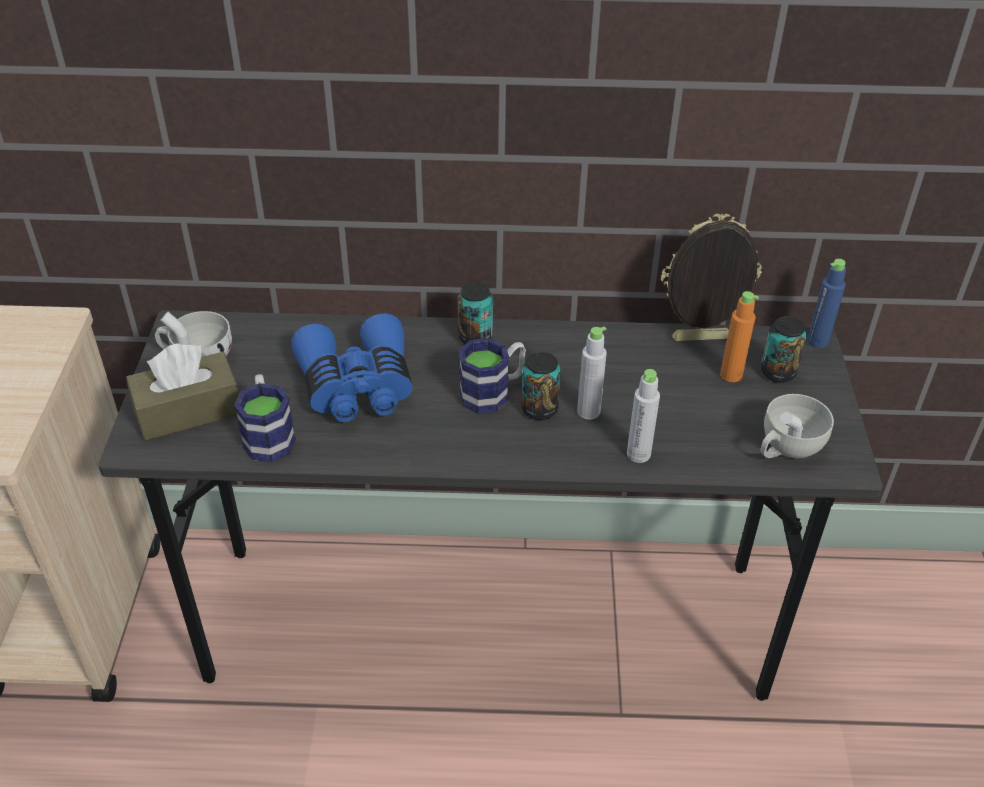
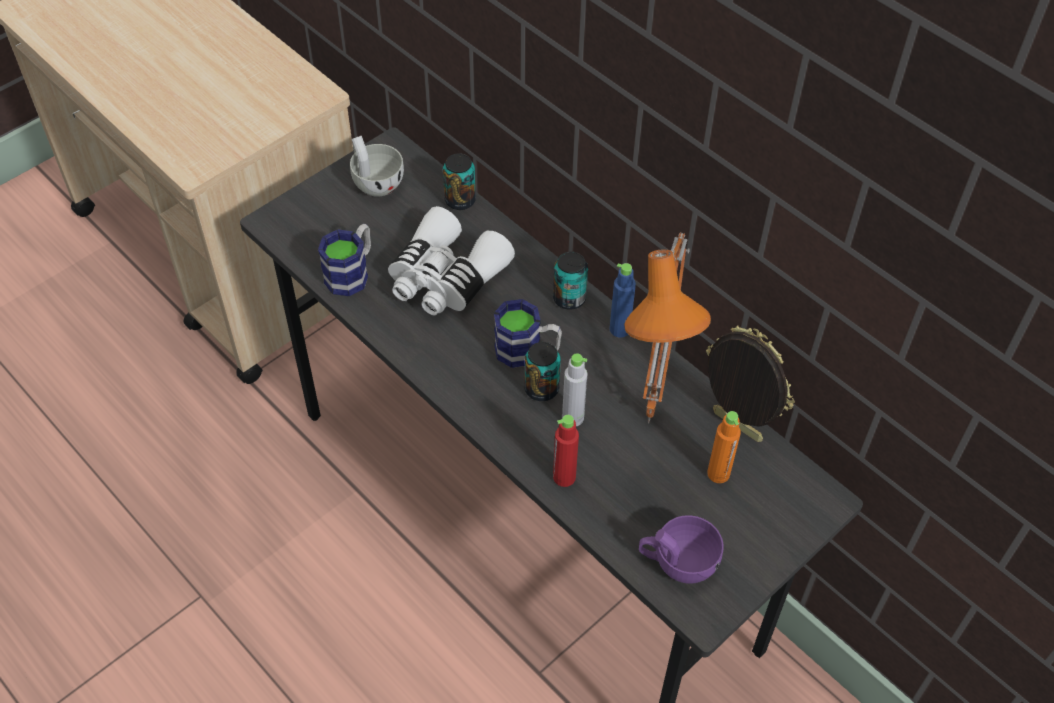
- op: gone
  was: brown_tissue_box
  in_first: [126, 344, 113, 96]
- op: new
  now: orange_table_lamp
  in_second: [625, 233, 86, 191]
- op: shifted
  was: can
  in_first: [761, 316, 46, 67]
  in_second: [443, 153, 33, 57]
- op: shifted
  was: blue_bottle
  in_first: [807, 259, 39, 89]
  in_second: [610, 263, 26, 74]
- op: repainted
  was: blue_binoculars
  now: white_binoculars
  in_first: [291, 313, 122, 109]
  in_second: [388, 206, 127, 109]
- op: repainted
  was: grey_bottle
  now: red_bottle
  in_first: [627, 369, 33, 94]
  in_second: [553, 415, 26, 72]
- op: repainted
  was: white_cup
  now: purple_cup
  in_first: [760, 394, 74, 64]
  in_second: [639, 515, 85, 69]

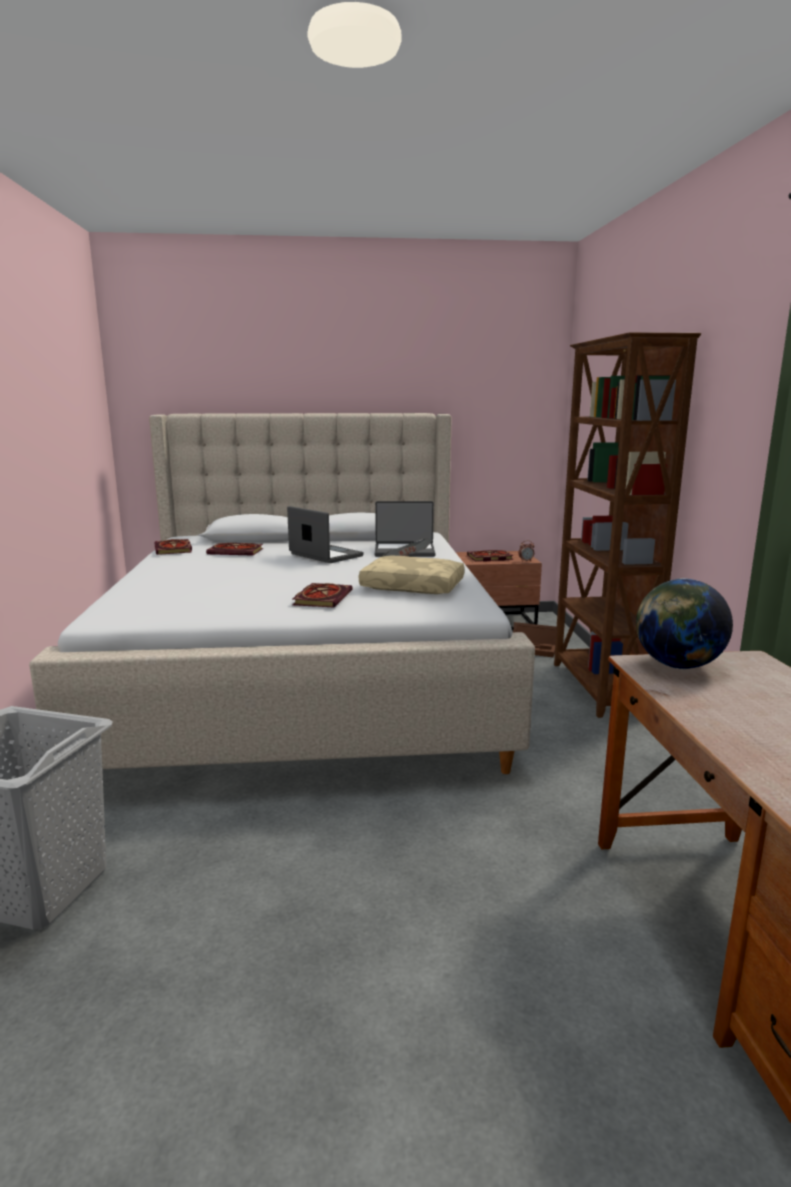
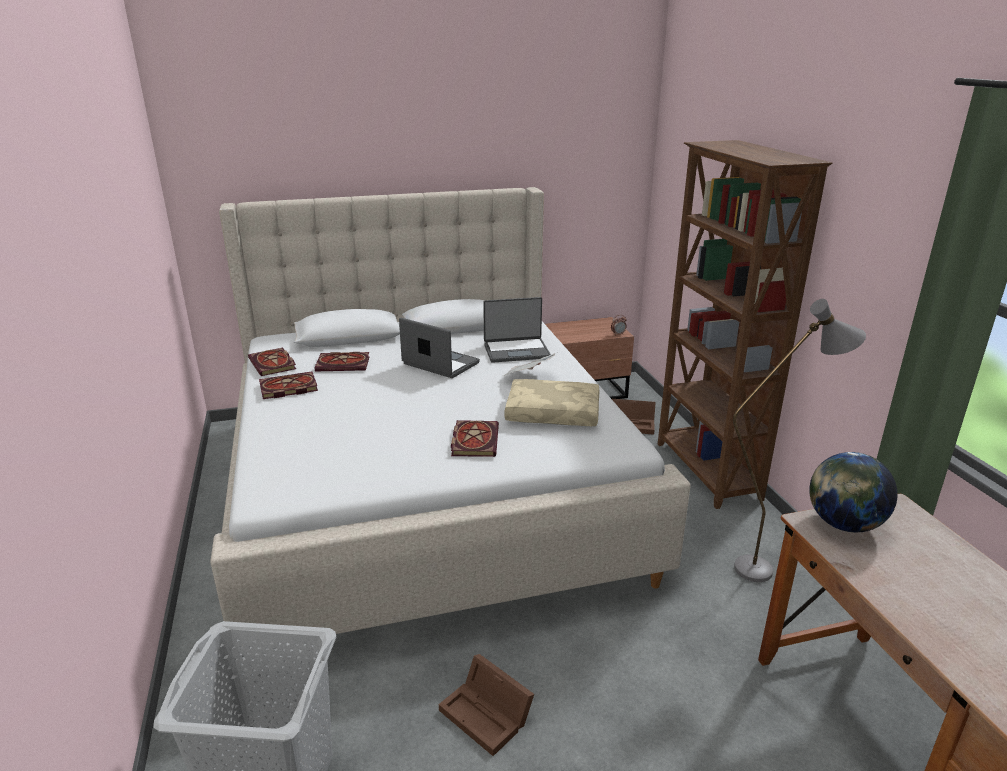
- op: new
  now: brown_storage_box
  in_second: [439, 654, 95, 102]
- op: new
  now: grey_floor_lamp
  in_second: [733, 299, 133, 283]
- op: shifted
  was: book
  in_first: [467, 550, 46, 12]
  in_second: [259, 371, 59, 28]

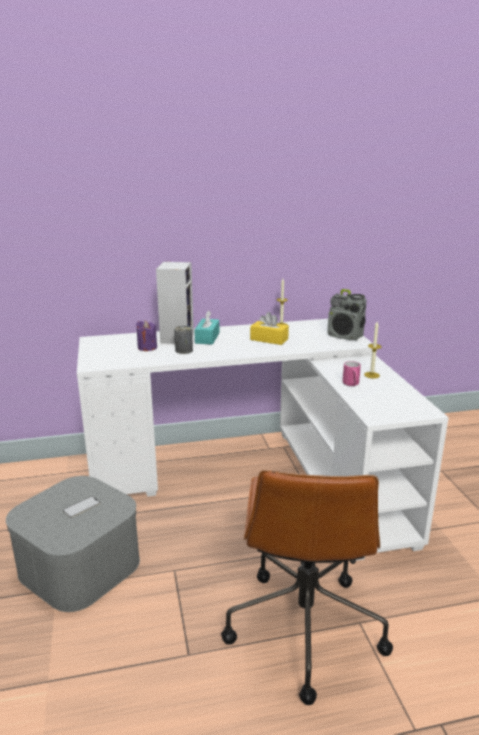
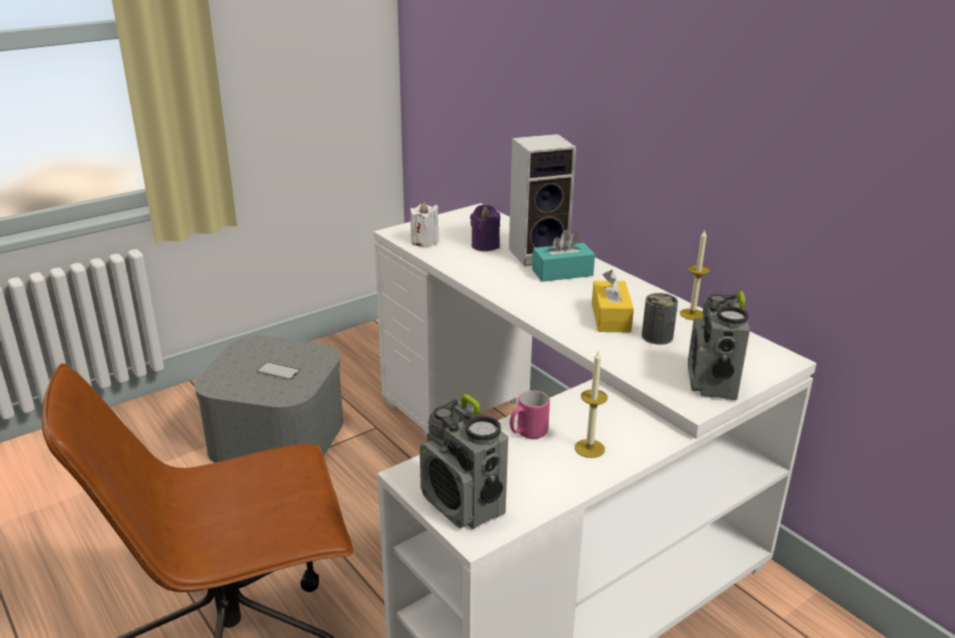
- op: new
  now: white_candle
  in_second: [410, 202, 29, 45]
- op: new
  now: radio
  in_second: [420, 394, 88, 135]
- op: shifted
  was: can
  in_first: [174, 326, 19, 28]
  in_second: [642, 293, 36, 52]

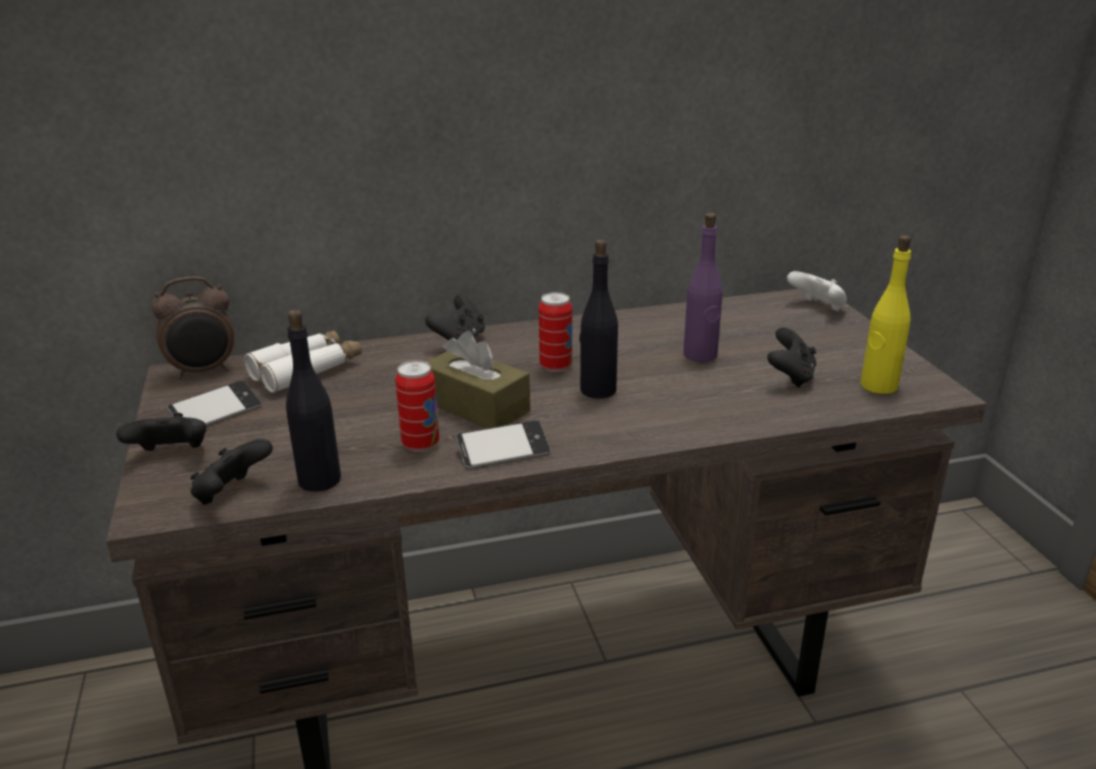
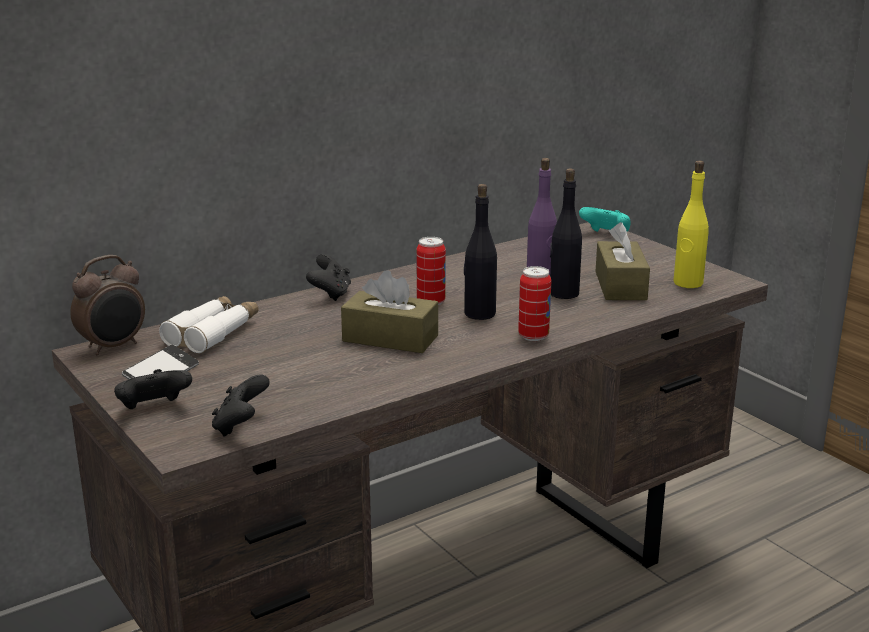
- op: gone
  was: phone
  in_first: [456, 420, 95, 49]
- op: shifted
  was: black_bottle
  in_first: [286, 310, 55, 182]
  in_second: [550, 169, 32, 130]
- op: shifted
  was: can
  in_first: [395, 360, 44, 92]
  in_second: [518, 266, 33, 75]
- op: swapped
  was: black_game_controller
  now: brown_tissue_box
  in_first: [767, 327, 49, 61]
  in_second: [595, 222, 55, 78]
- op: repainted
  was: white_game_controller
  now: turquoise_game_controller
  in_first: [787, 271, 60, 40]
  in_second: [579, 207, 52, 25]

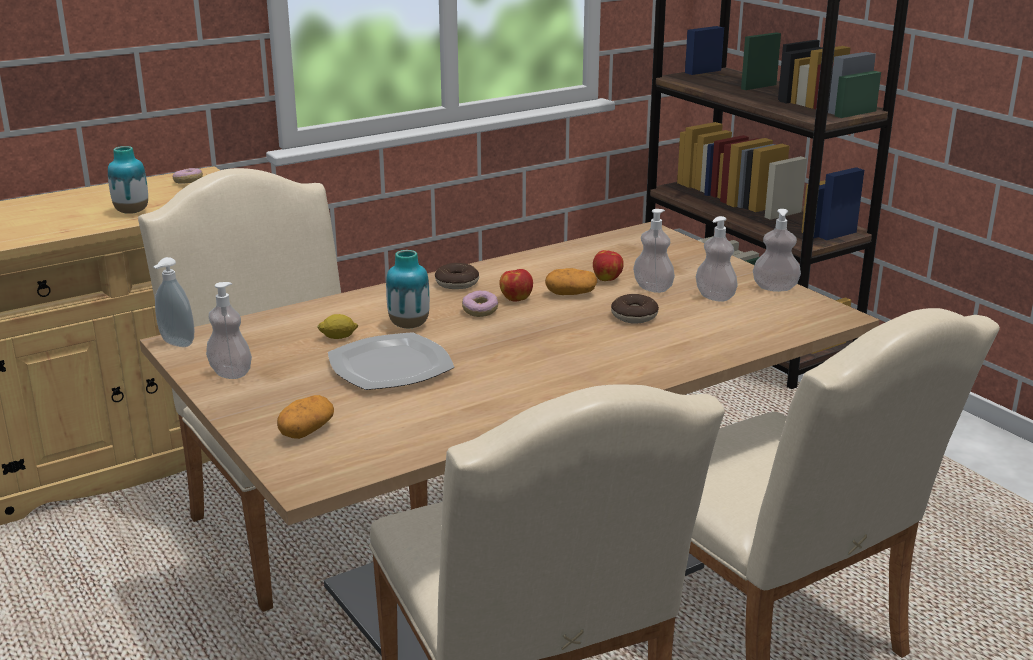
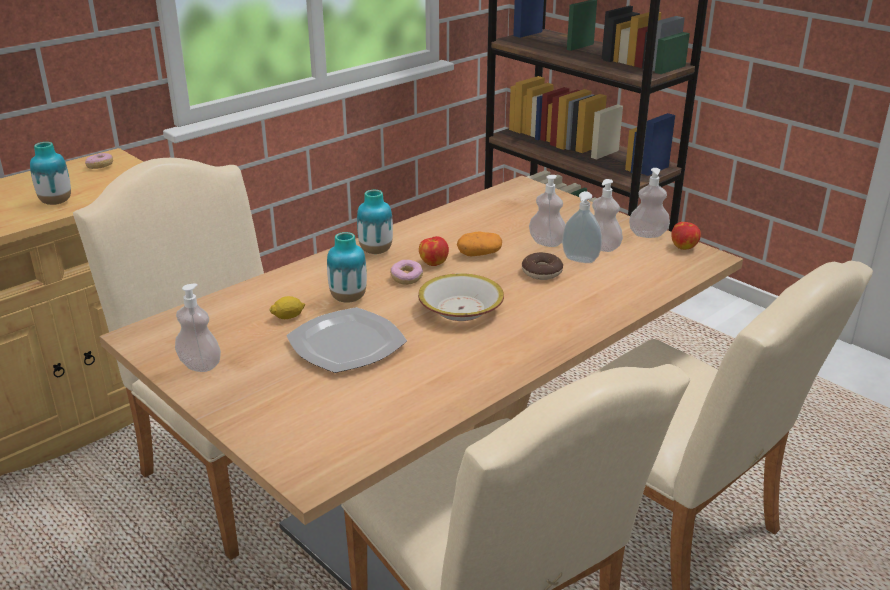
- op: gone
  was: potato
  in_first: [277, 395, 57, 44]
- op: new
  now: bowl
  in_second: [418, 273, 86, 48]
- op: shifted
  was: soap_dispenser
  in_first: [153, 257, 41, 90]
  in_second: [562, 191, 40, 72]
- op: shifted
  was: apple
  in_first: [593, 250, 31, 31]
  in_second: [671, 222, 30, 28]
- op: swapped
  was: donut
  now: vase
  in_first: [435, 263, 44, 26]
  in_second: [357, 190, 36, 64]

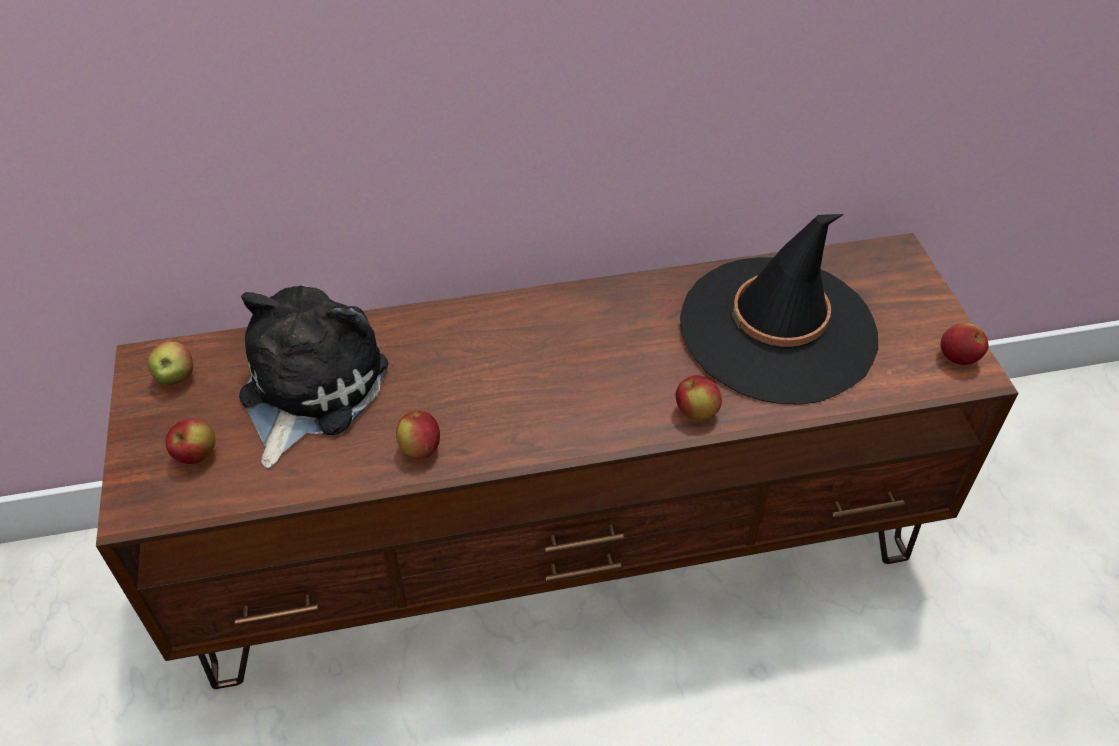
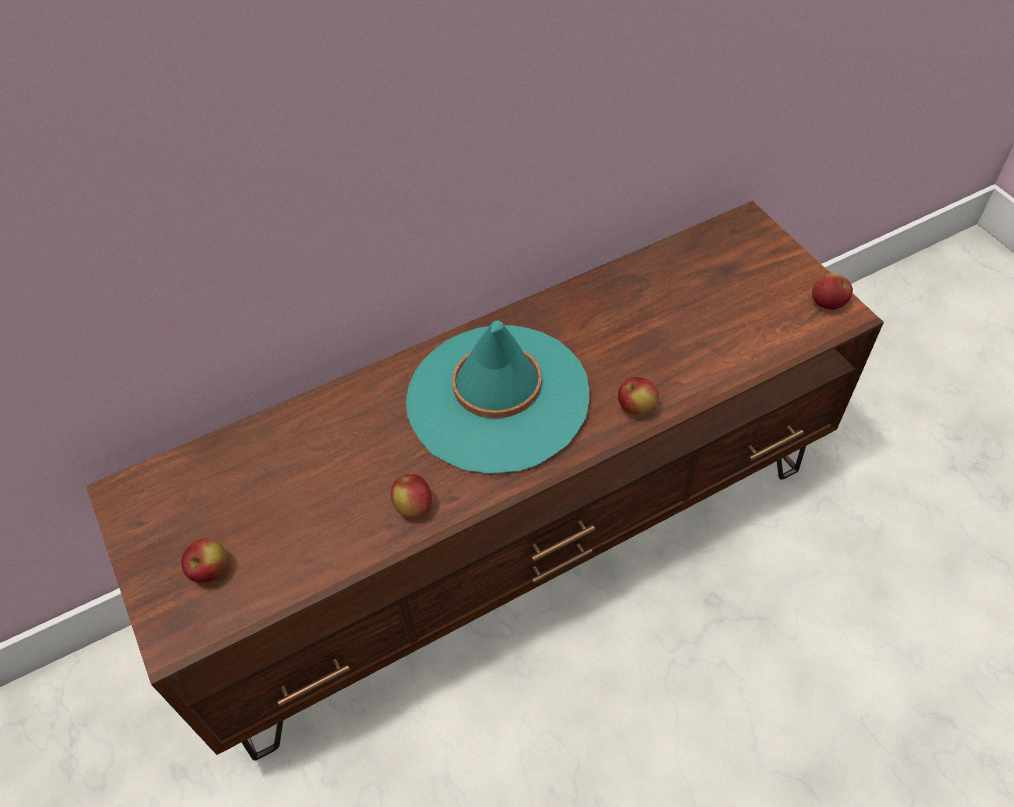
- op: gone
  was: apple
  in_first: [148, 341, 45, 44]
- op: gone
  was: plush_toy
  in_first: [239, 285, 149, 183]
- op: gone
  was: black_hat
  in_first: [680, 214, 198, 191]
- op: new
  now: turquoise_hat
  in_second: [406, 321, 183, 153]

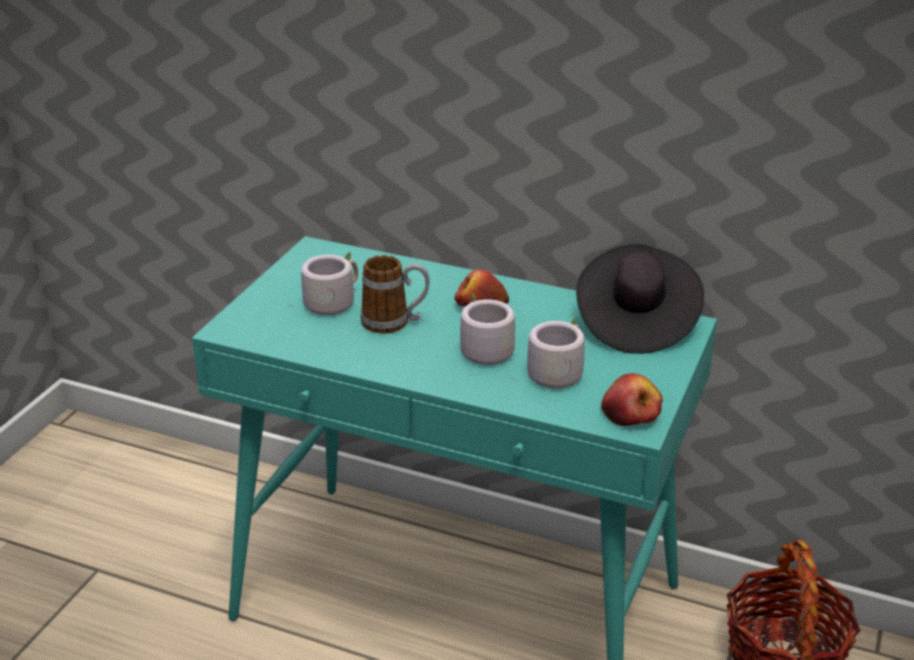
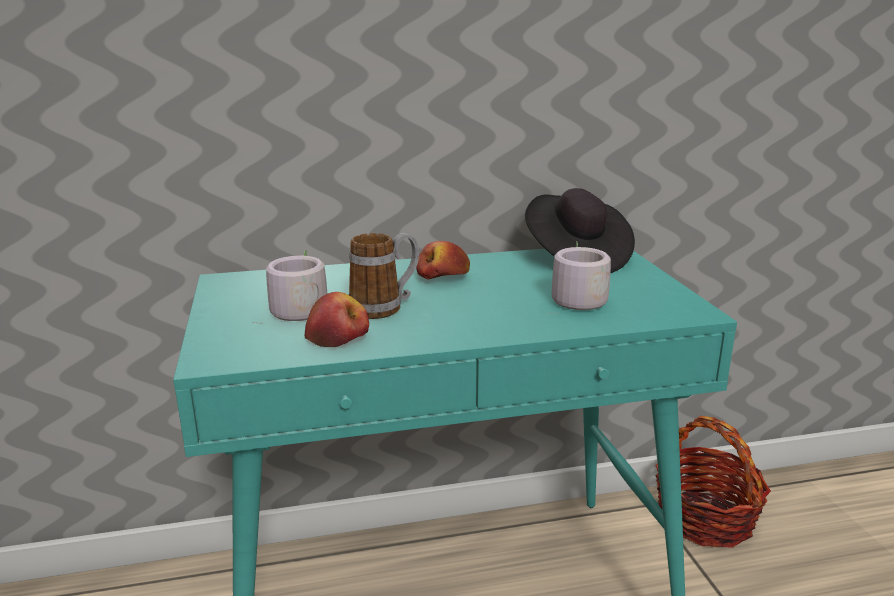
- op: gone
  was: grey_mug
  in_first: [460, 294, 55, 82]
- op: shifted
  was: apple
  in_first: [601, 373, 62, 53]
  in_second: [304, 292, 65, 55]

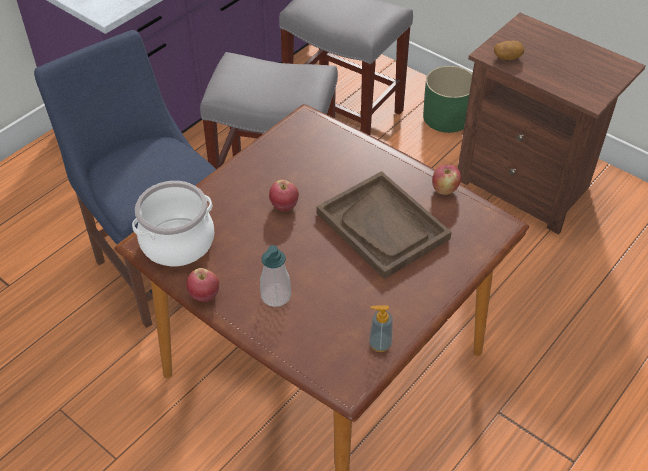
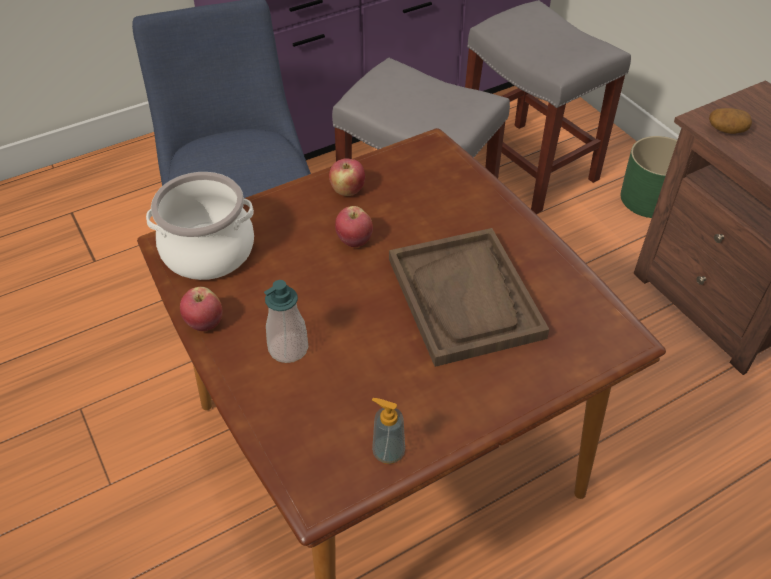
- op: shifted
  was: apple
  in_first: [432, 165, 29, 30]
  in_second: [329, 158, 36, 38]

